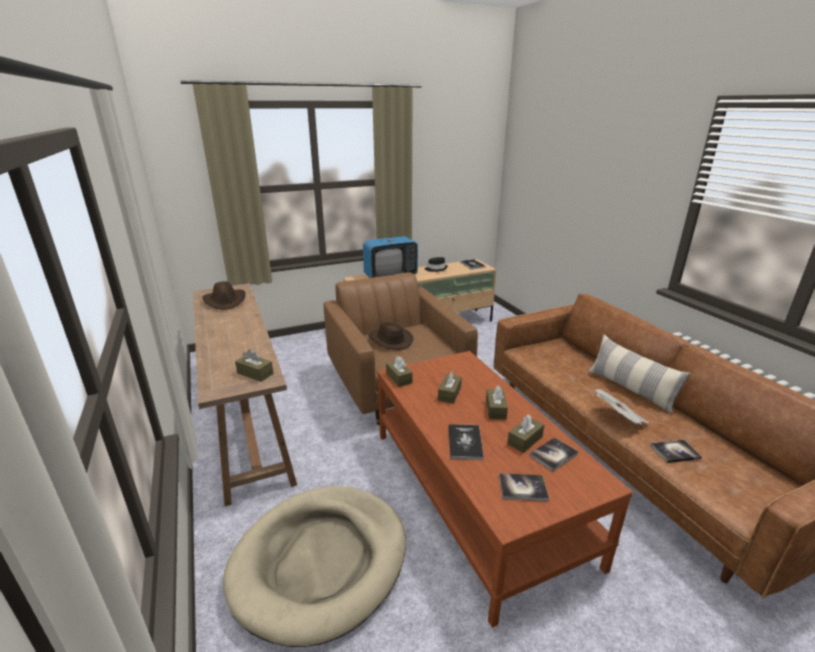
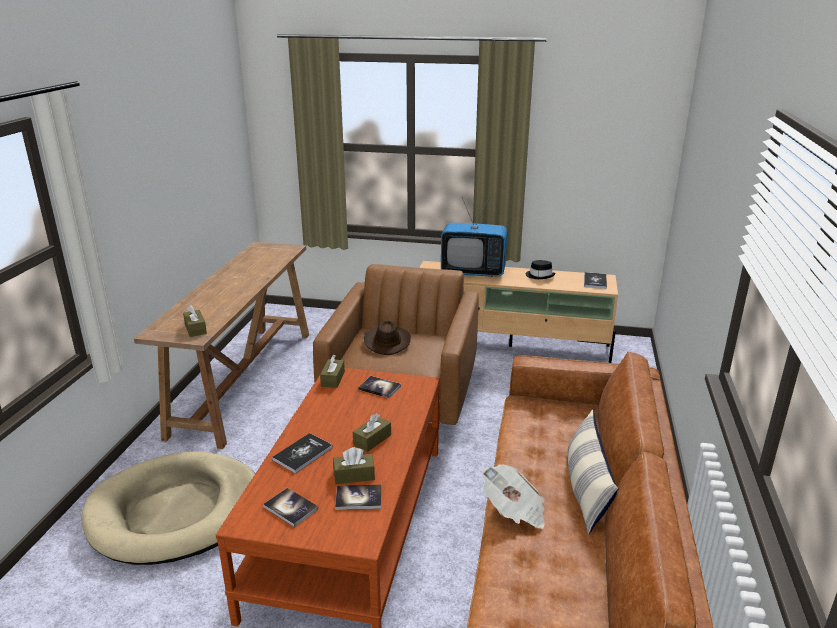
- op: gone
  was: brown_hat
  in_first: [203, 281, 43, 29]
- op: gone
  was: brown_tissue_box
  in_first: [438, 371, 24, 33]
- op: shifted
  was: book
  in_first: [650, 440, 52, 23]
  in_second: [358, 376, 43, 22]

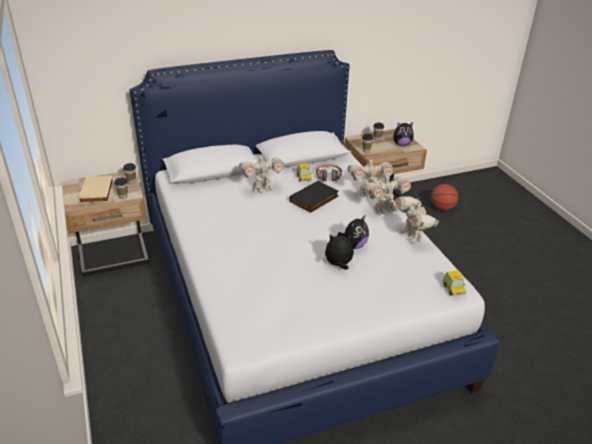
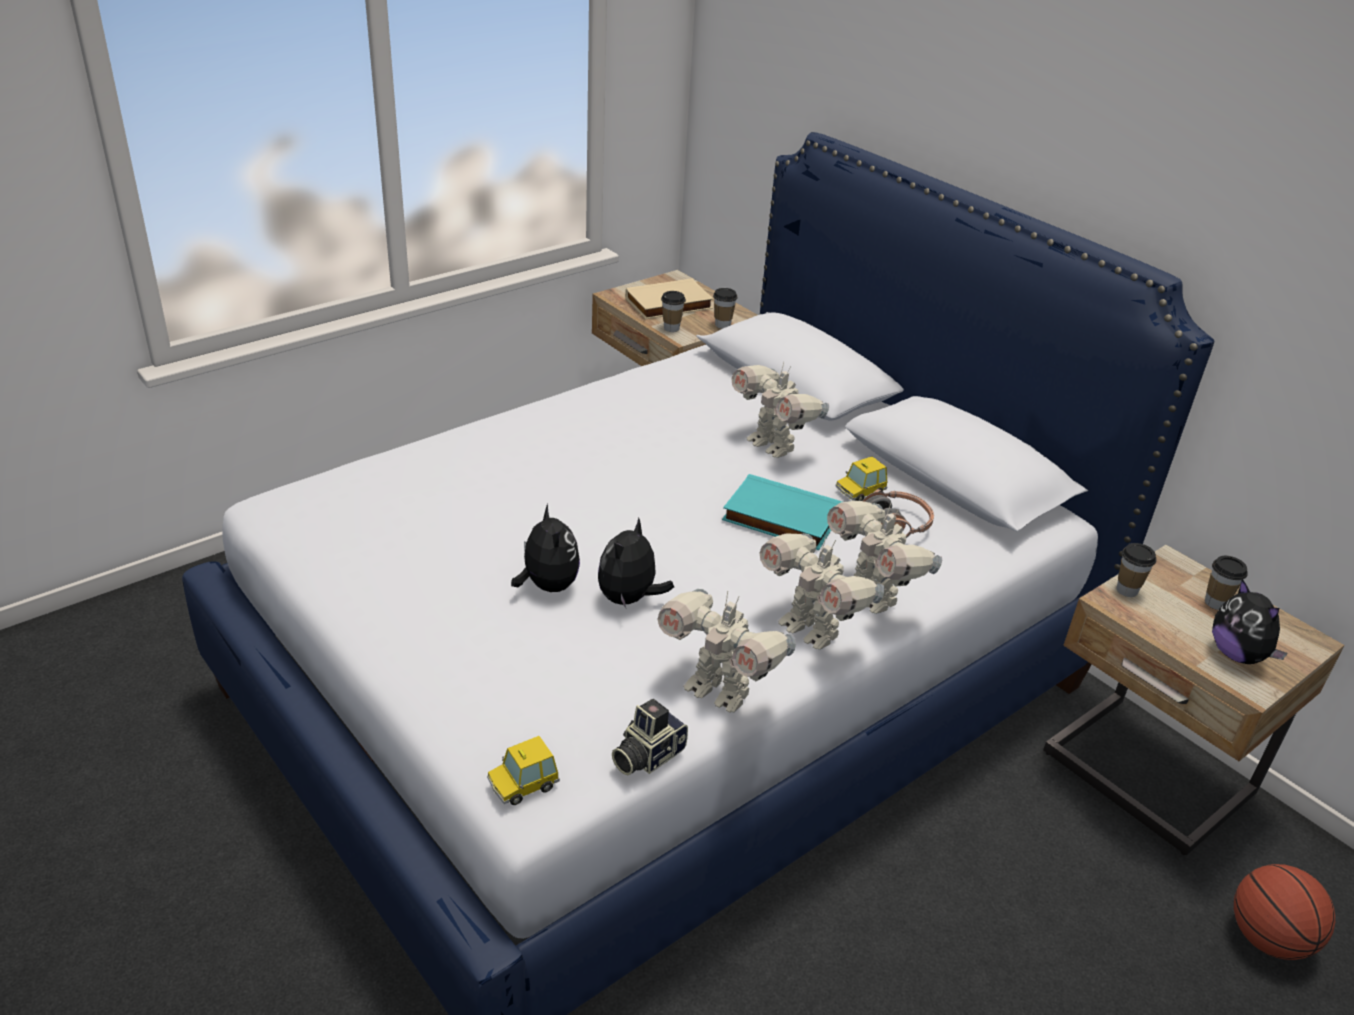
- op: new
  now: photo_camera
  in_second: [612, 699, 76, 76]
- op: repainted
  was: black_book
  now: turquoise_book
  in_first: [289, 180, 49, 33]
  in_second: [722, 474, 120, 76]
- op: rotated
  was: plush_toy
  in_first: [338, 215, 31, 34]
  in_second: [598, 517, 76, 91]
  clockwise: 90
- op: rotated
  was: toy_robot
  in_first: [395, 196, 44, 47]
  in_second: [657, 589, 139, 123]
  clockwise: -105

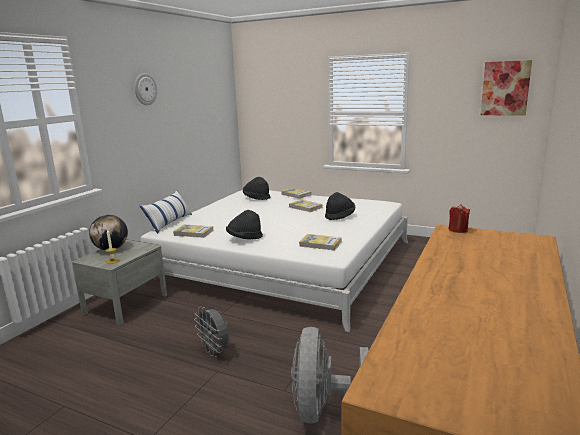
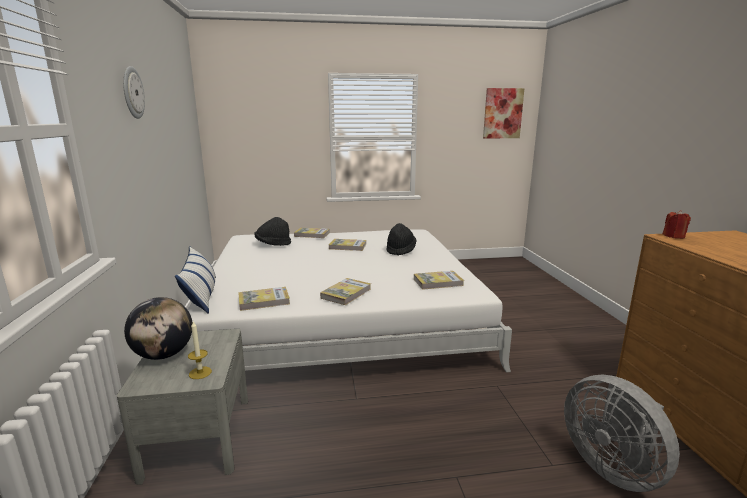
- op: gone
  was: grey_fan
  in_first: [194, 306, 35, 51]
- op: swapped
  was: black_hat
  now: book
  in_first: [226, 210, 37, 30]
  in_second: [320, 278, 51, 27]

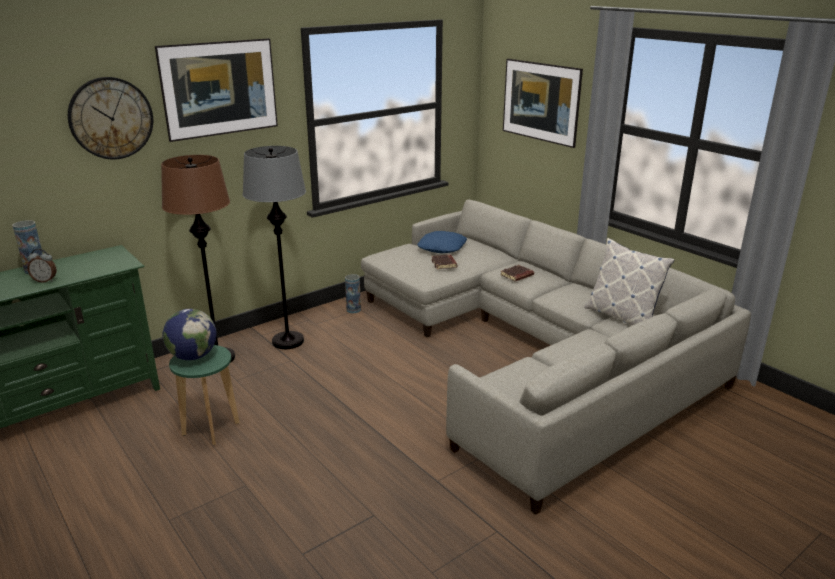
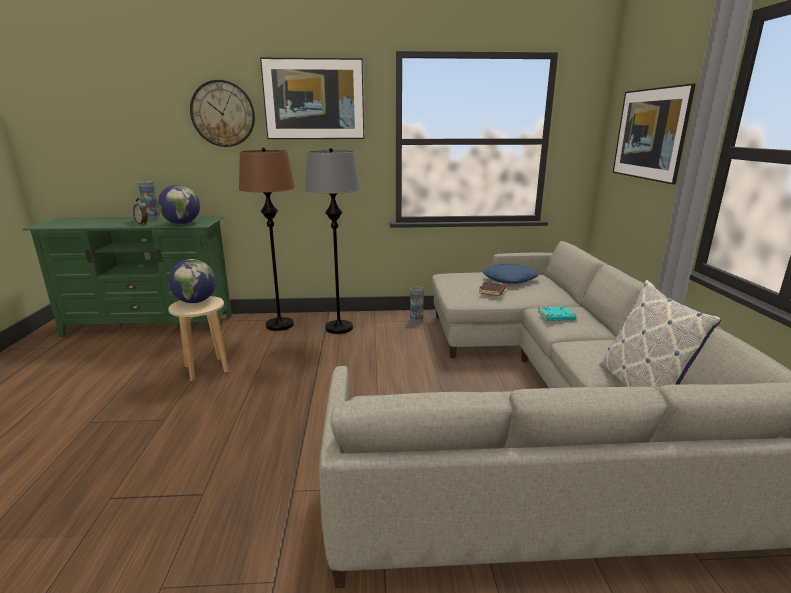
- op: new
  now: globe
  in_second: [158, 185, 42, 39]
- op: repainted
  was: green_stool
  now: beige_stool
  in_first: [169, 345, 71, 100]
  in_second: [168, 296, 61, 86]
- op: repainted
  was: brown_book
  now: turquoise_book
  in_first: [500, 265, 34, 17]
  in_second: [538, 306, 38, 15]

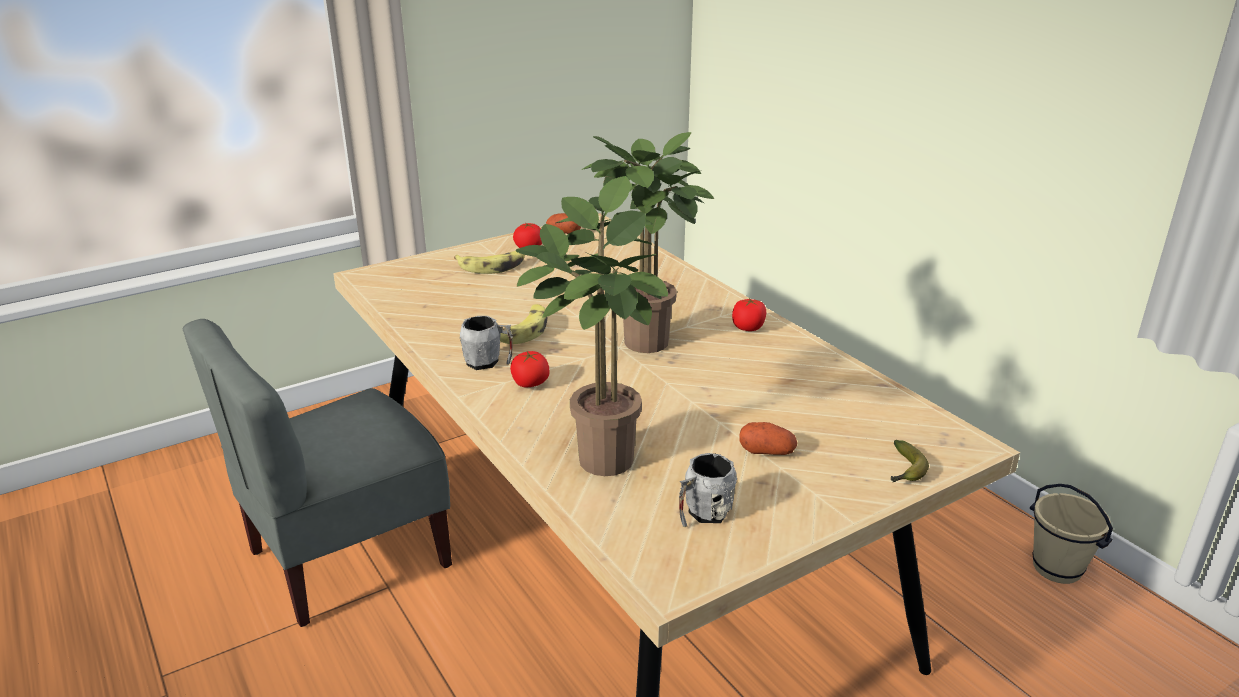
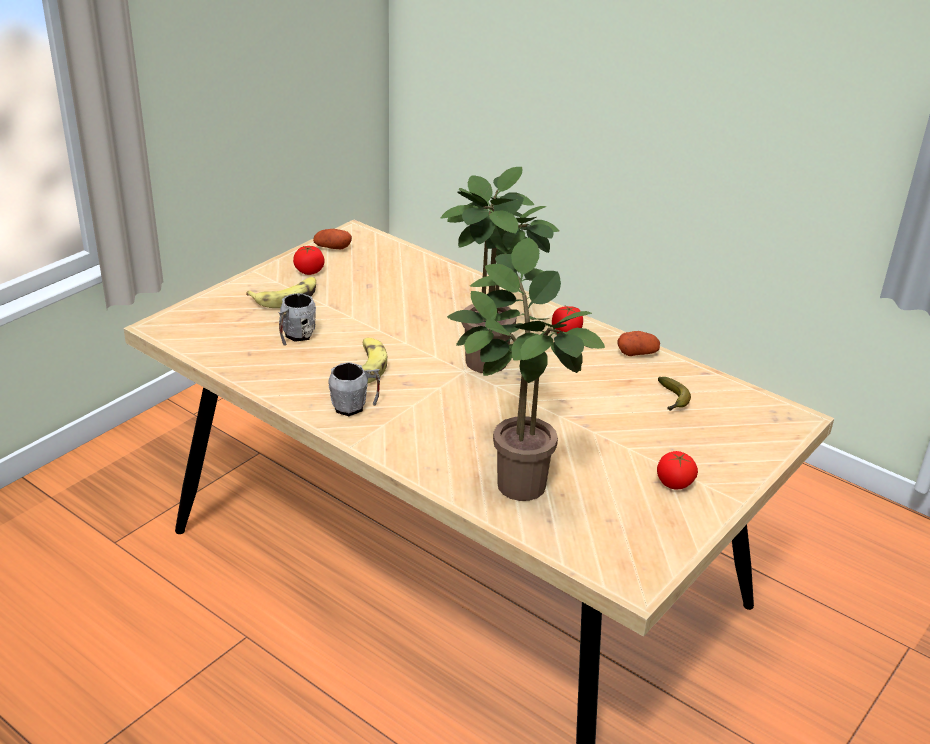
- op: gone
  was: grey_chair
  in_first: [182, 319, 270, 308]
- op: gone
  was: beige_bucket
  in_first: [1030, 484, 83, 100]
- op: shifted
  was: tomato
  in_first: [510, 351, 40, 37]
  in_second: [657, 451, 41, 38]
- op: shifted
  was: grey_mug
  in_first: [679, 453, 58, 74]
  in_second: [278, 293, 38, 53]
- op: shifted
  was: potato
  in_first: [739, 422, 58, 33]
  in_second: [617, 331, 43, 25]
- op: shifted
  was: banana
  in_first: [891, 440, 38, 42]
  in_second: [658, 377, 33, 34]

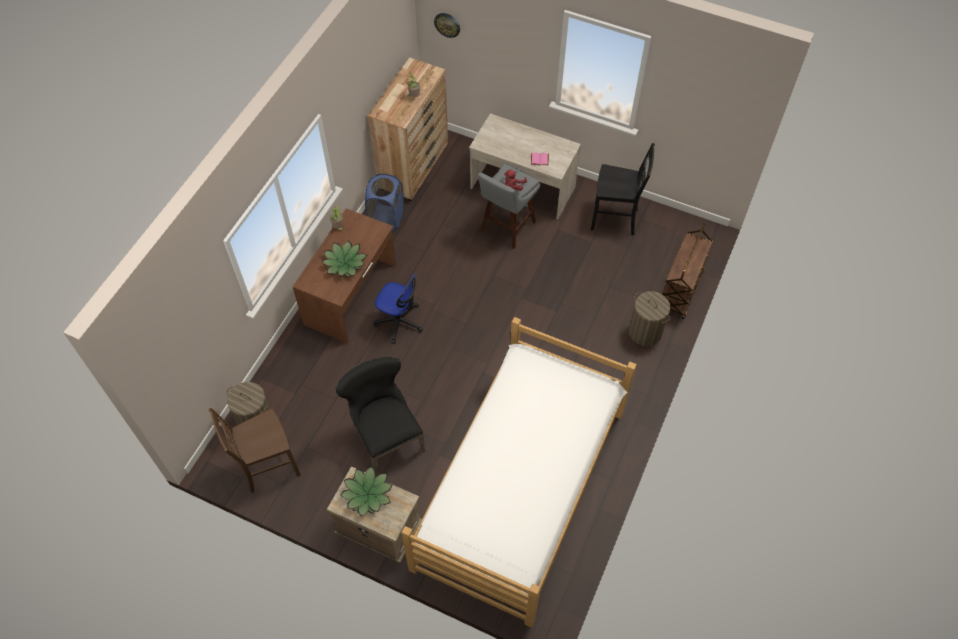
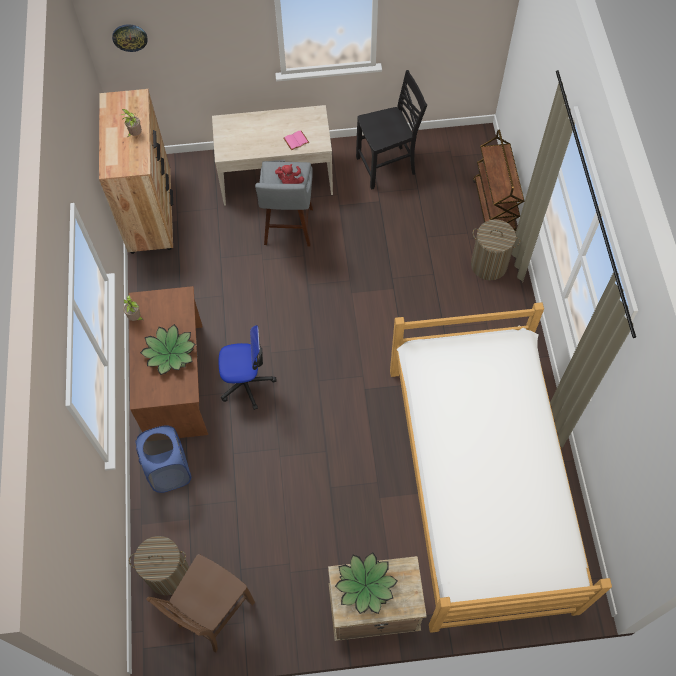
- op: gone
  was: black_chair
  in_first: [335, 357, 90, 120]
- op: shifted
  was: blue_laundry_basket
  in_first: [365, 174, 39, 58]
  in_second: [135, 425, 57, 68]

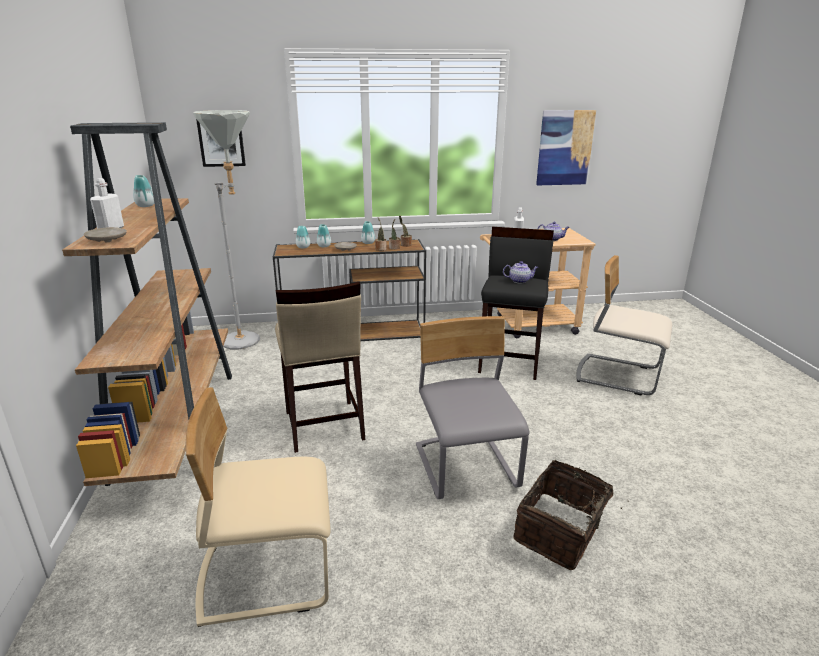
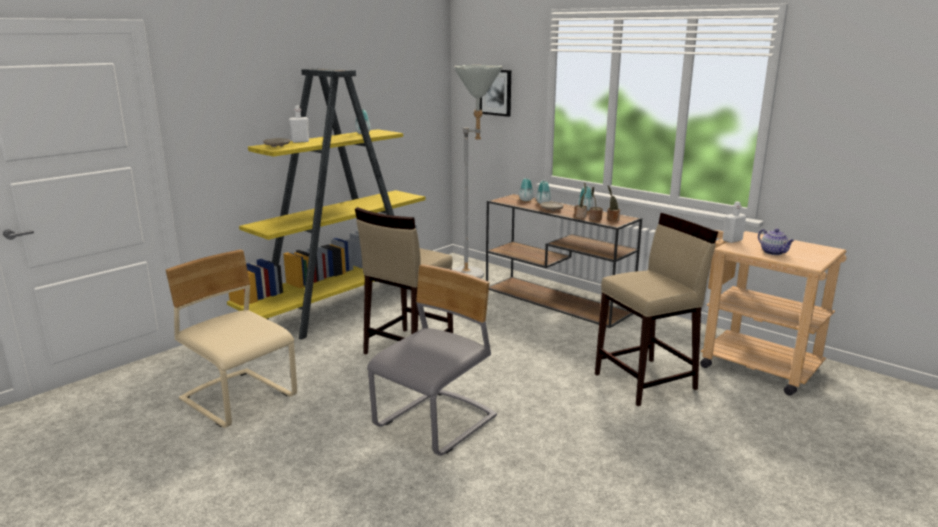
- op: gone
  was: teapot
  in_first: [503, 261, 35, 22]
- op: gone
  was: basket
  in_first: [513, 460, 109, 110]
- op: gone
  was: picture
  in_first: [536, 110, 60, 75]
- op: gone
  was: beige_chair
  in_first: [576, 255, 96, 141]
- op: repainted
  was: brown_bookcase
  now: yellow_bookcase
  in_first: [62, 122, 170, 364]
  in_second: [227, 68, 199, 272]
- op: repainted
  was: black_stool
  now: beige_stool
  in_first: [478, 227, 76, 153]
  in_second: [595, 213, 123, 193]

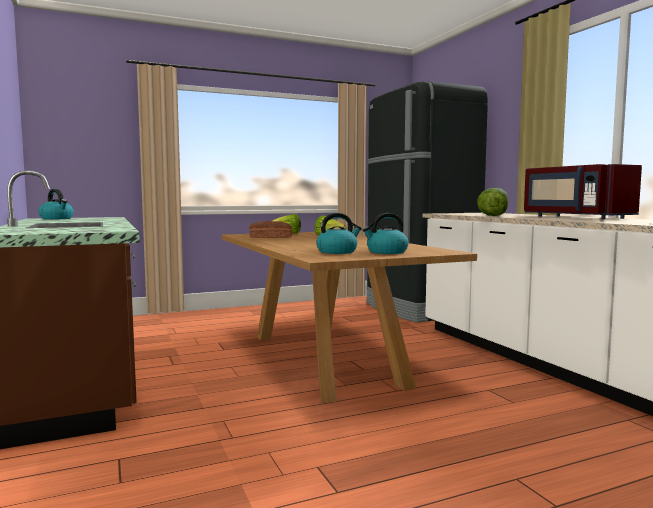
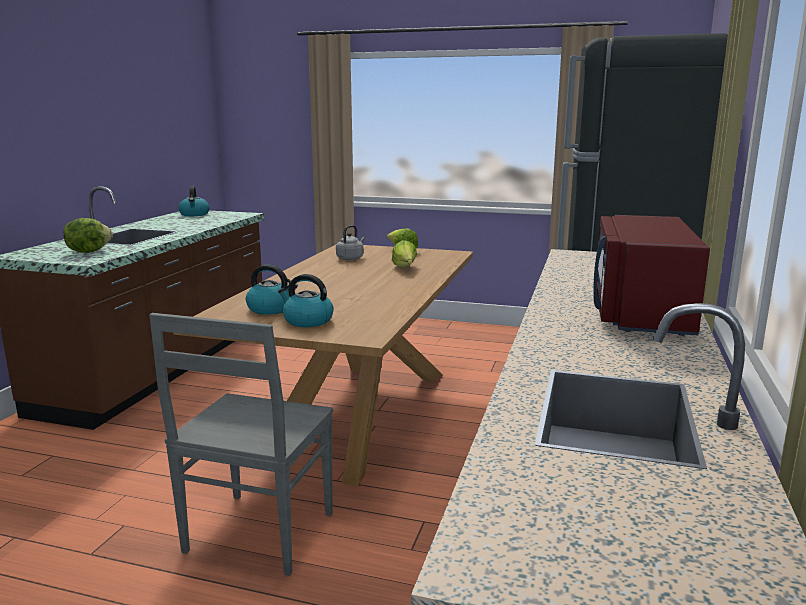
- op: new
  now: grey_chair
  in_second: [149, 313, 184, 263]
- op: shifted
  was: lettuce
  in_first: [477, 188, 31, 28]
  in_second: [63, 218, 50, 35]
- op: swapped
  was: bread
  now: grey_kettle
  in_first: [249, 221, 43, 17]
  in_second: [336, 225, 29, 35]

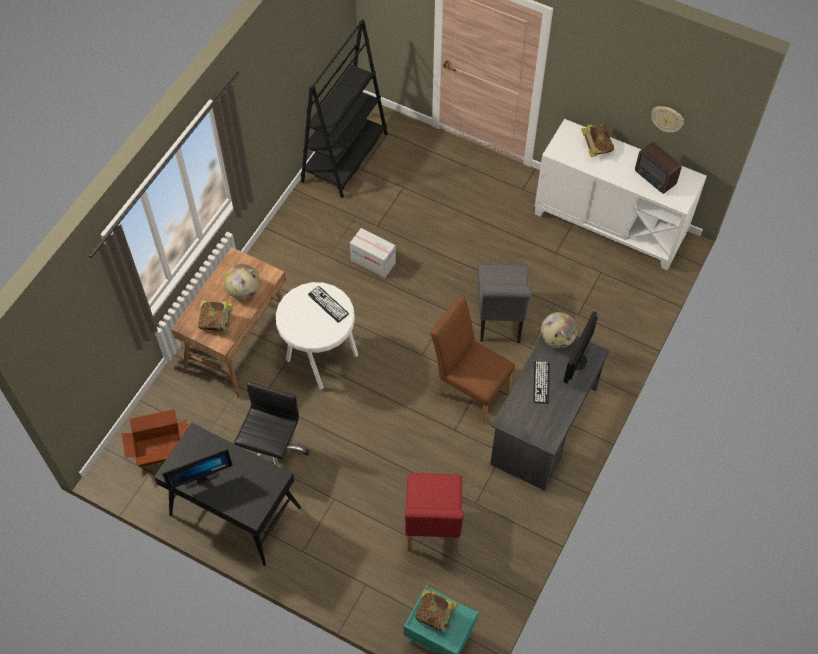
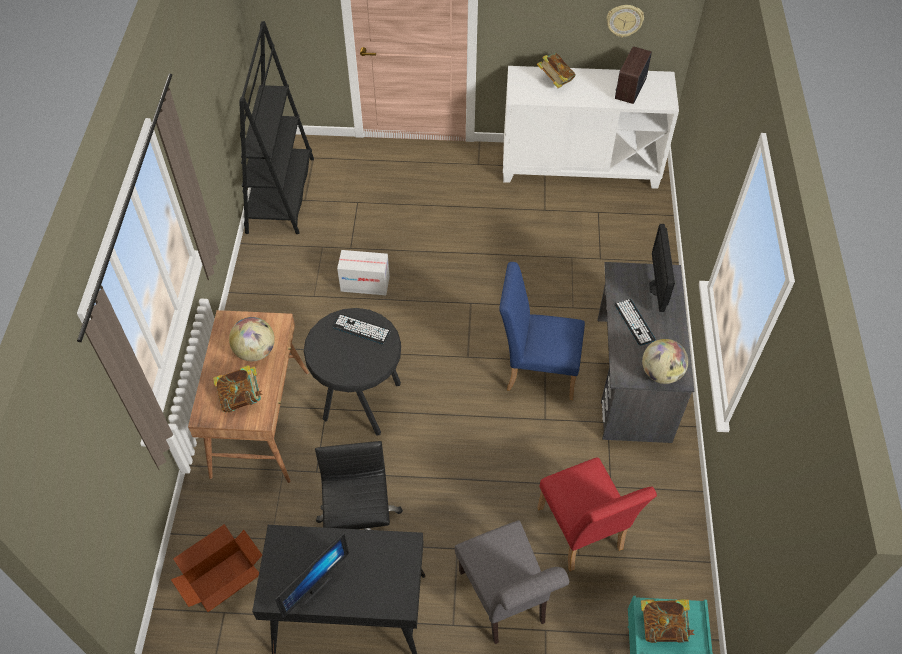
- op: shifted
  was: grey_chair
  in_first: [477, 264, 55, 79]
  in_second: [455, 520, 114, 124]
- op: shifted
  was: globe
  in_first: [541, 312, 36, 36]
  in_second: [642, 339, 46, 45]
- op: repainted
  was: white_stool
  now: black_stool
  in_first: [276, 282, 82, 108]
  in_second: [304, 308, 97, 128]
- op: repainted
  was: brown_chair
  now: blue_chair
  in_first: [430, 296, 85, 128]
  in_second: [499, 262, 86, 138]
- op: rotated
  was: radio
  in_first: [635, 142, 47, 52]
  in_second: [615, 46, 37, 58]
  clockwise: 90

